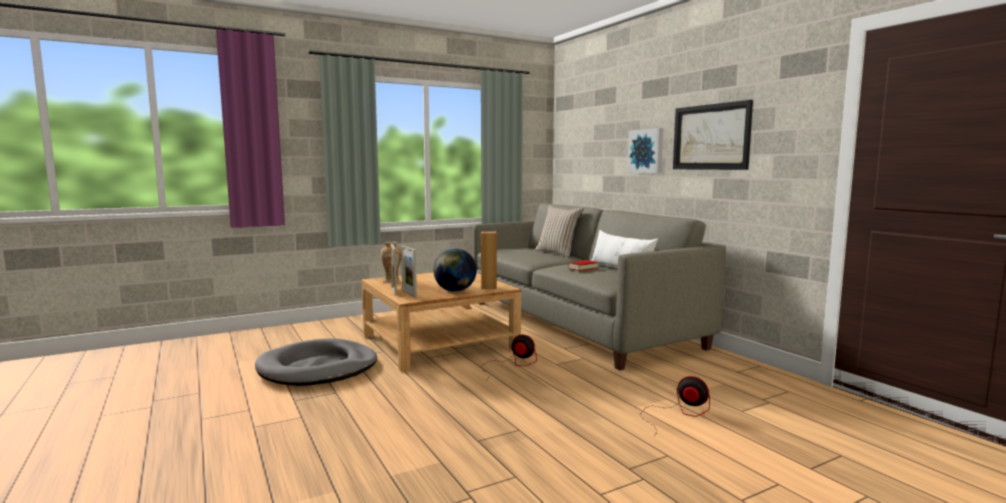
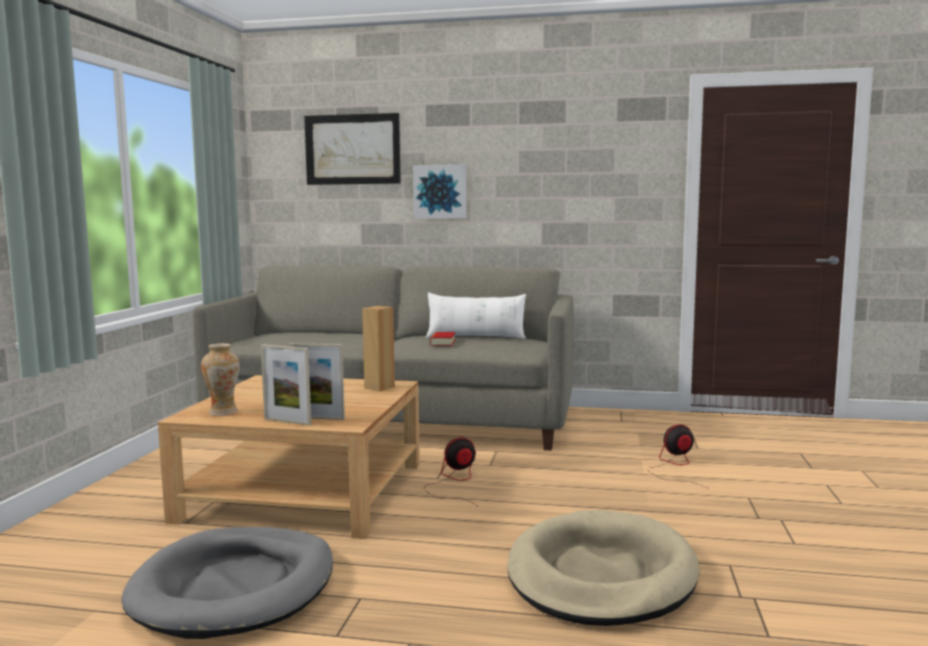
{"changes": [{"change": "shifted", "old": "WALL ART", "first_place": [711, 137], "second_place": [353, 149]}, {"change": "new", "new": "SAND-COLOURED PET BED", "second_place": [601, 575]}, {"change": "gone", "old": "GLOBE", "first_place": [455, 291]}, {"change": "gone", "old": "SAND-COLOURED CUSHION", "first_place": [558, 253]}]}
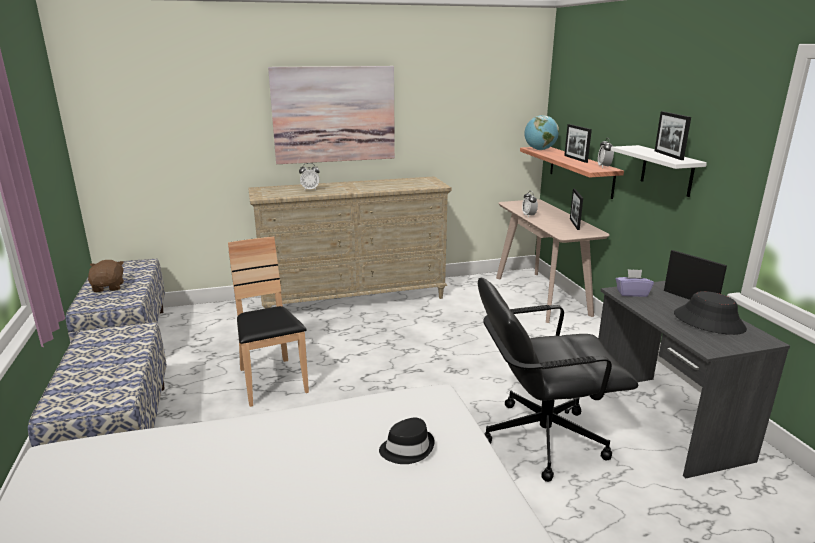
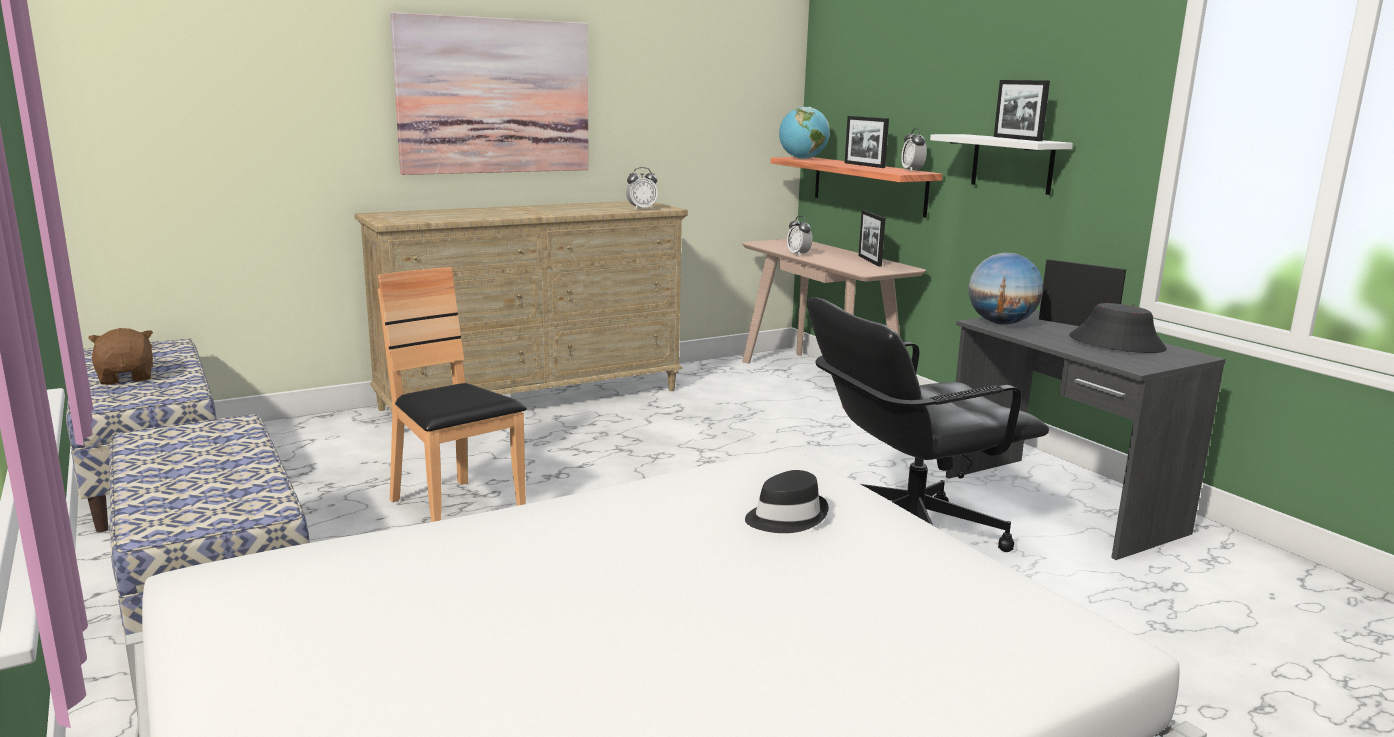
{"changes": [{"change": "shifted", "old": "TABLE CLOCK", "first_place": [310, 189], "second_place": [641, 209]}, {"change": "swapped", "old": "PURPLE-COLOURED TISSUE BOX", "new": "GLOBE", "first_place": [632, 293], "second_place": [1001, 323]}]}
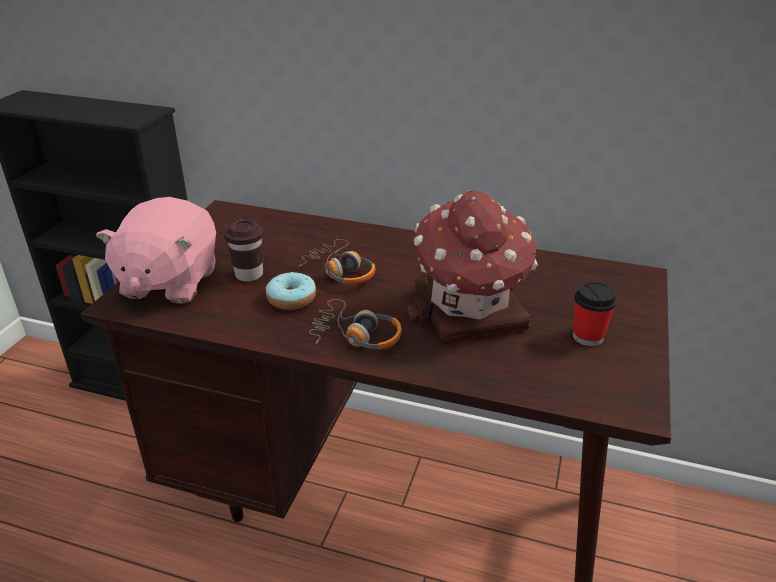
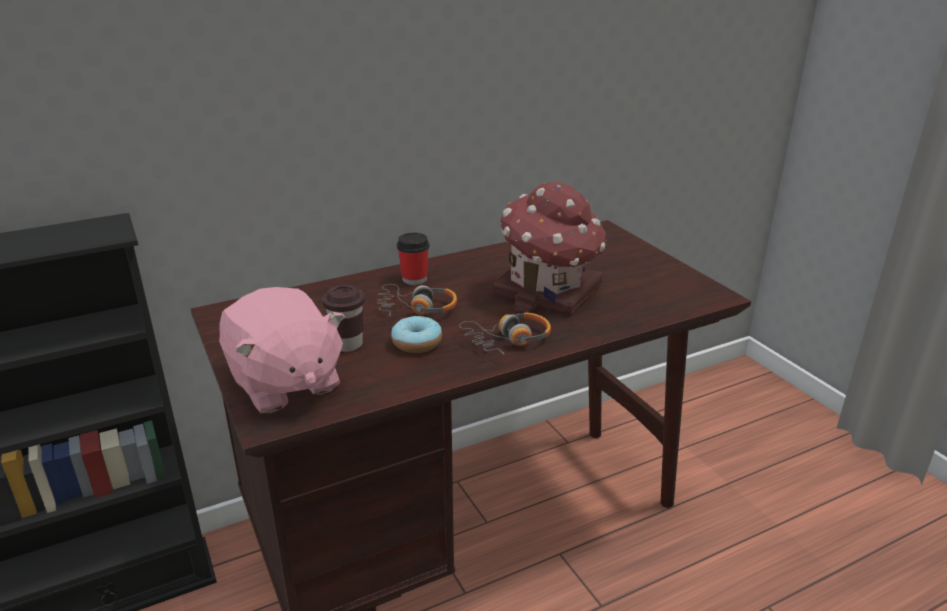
{"changes": [{"change": "shifted", "old": "CUP", "first_place": [587, 336], "second_place": [414, 279]}]}
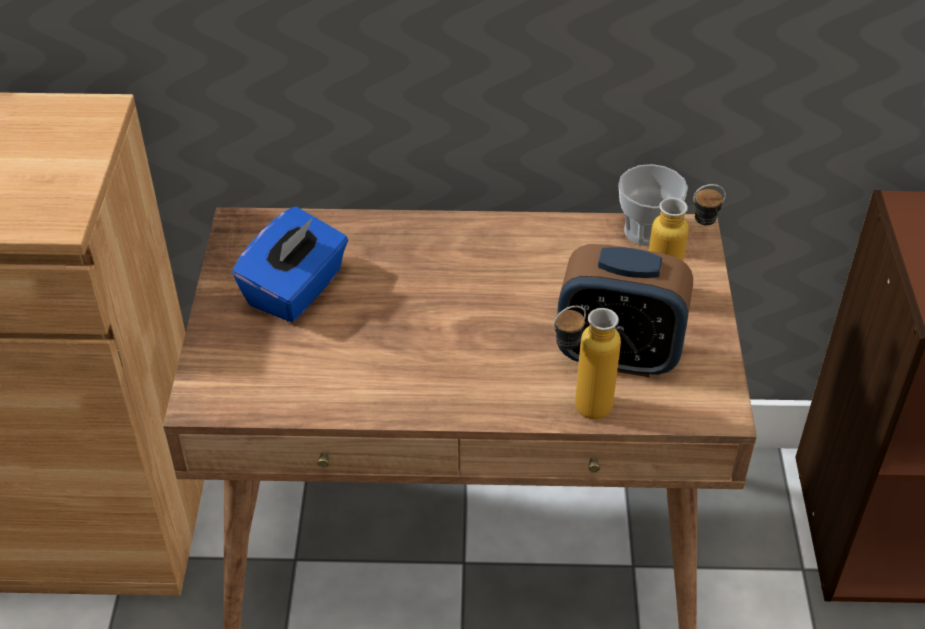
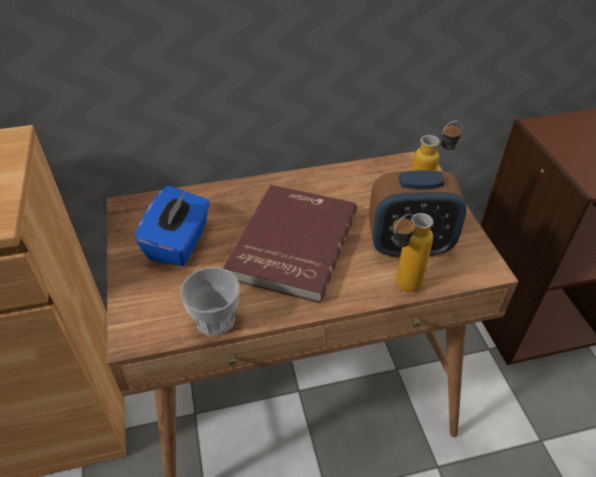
{"changes": [{"change": "shifted", "old": "CUP", "first_place": [646, 231], "second_place": [215, 320]}, {"change": "new", "new": "REDDISH BOOK", "second_place": [291, 244]}]}
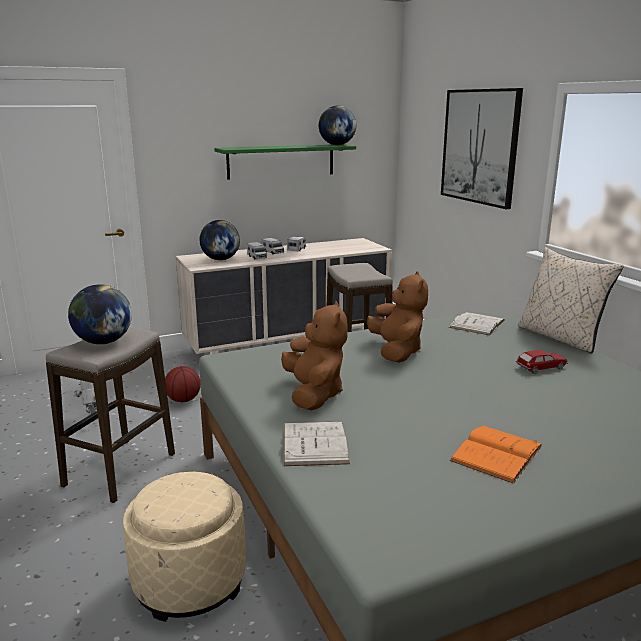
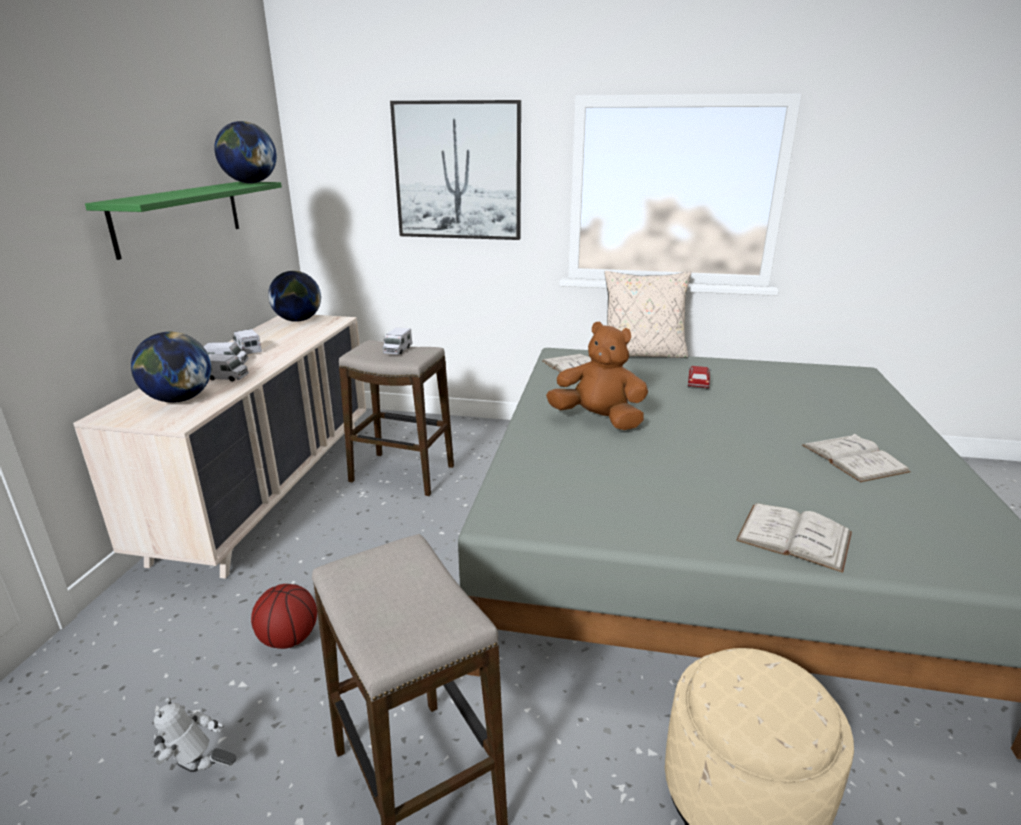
{"changes": [{"change": "shifted", "old": "GLOBE", "first_place": [103, 342], "second_place": [298, 320]}, {"change": "new", "new": "TOY TRUCK", "second_place": [397, 350]}, {"change": "repainted", "old": "ORANGEY BOOK", "new": "WHITISH BOOK", "first_place": [497, 453], "second_place": [853, 458]}, {"change": "gone", "old": "BROWNISH PLUSH TOY", "first_place": [314, 394]}]}
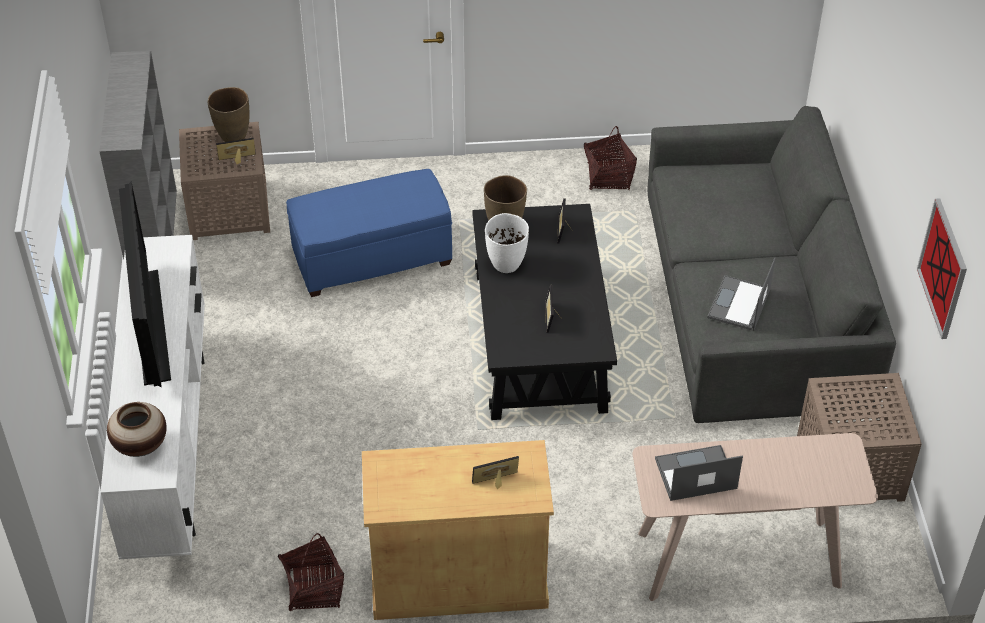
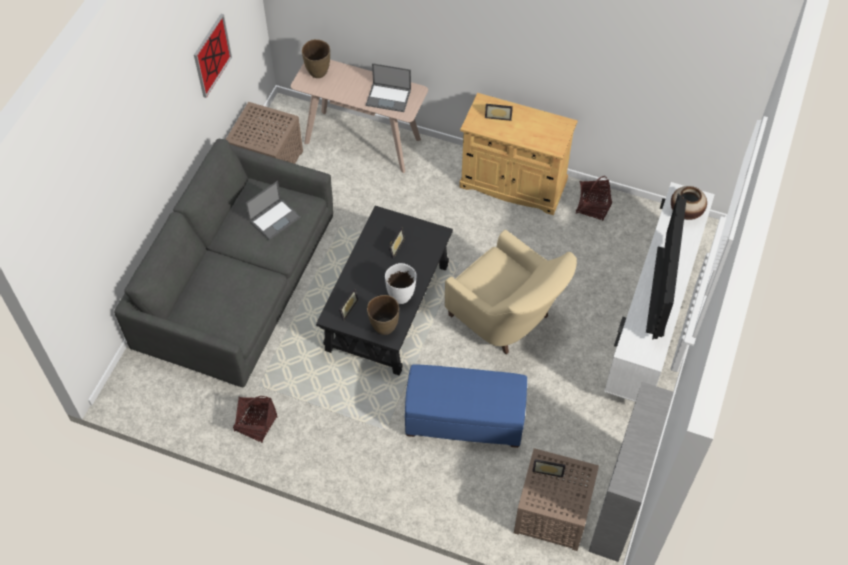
{"changes": [{"change": "shifted", "old": "BROWNISH VASE", "first_place": [233, 135], "second_place": [318, 72]}, {"change": "new", "new": "SAND-COLOURED ARMCHAIR", "second_place": [507, 319]}]}
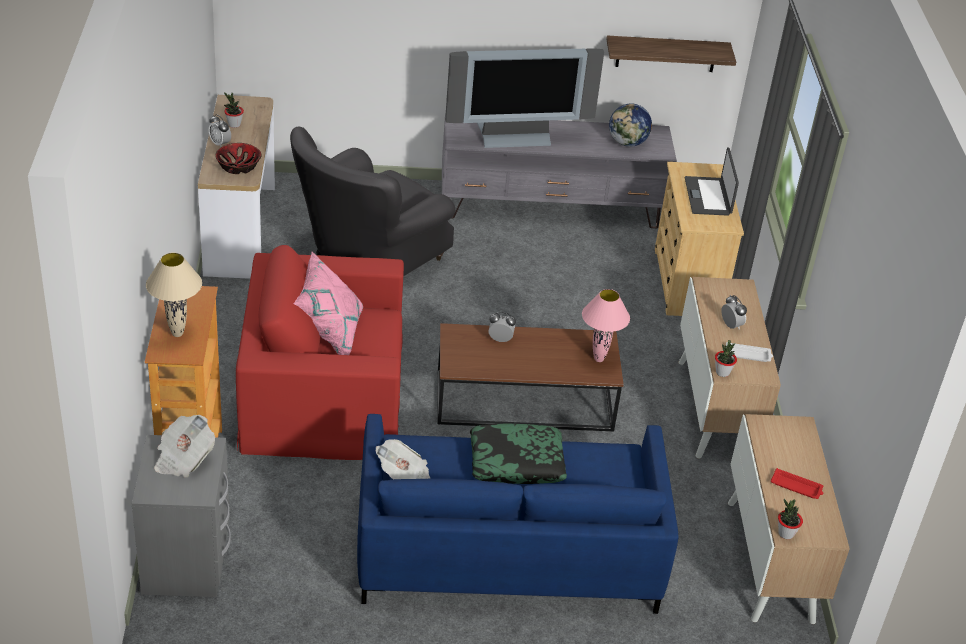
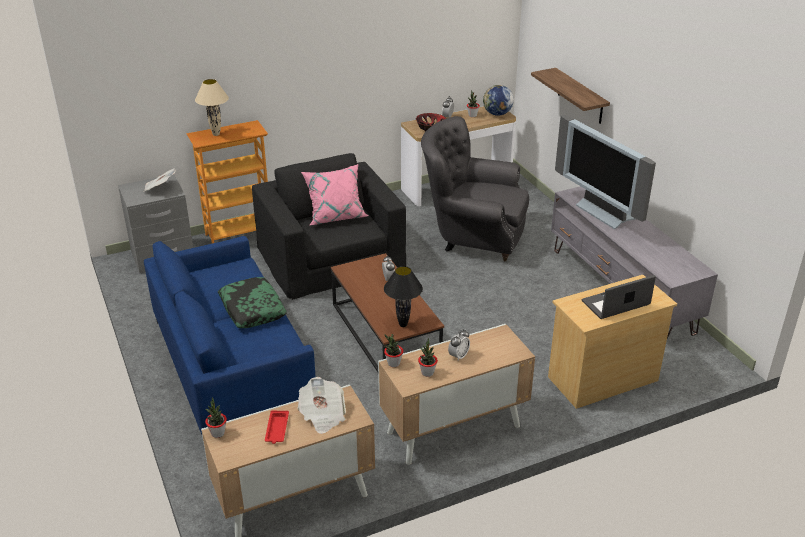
{"changes": [{"change": "repainted", "old": "REDDISH ARMCHAIR", "new": "BLACKISH ARMCHAIR", "first_place": [323, 393], "second_place": [330, 257]}, {"change": "shifted", "old": "DAILY PAPER", "first_place": [404, 476], "second_place": [322, 415]}, {"change": "repainted", "old": "PINK TABLE LAMP", "new": "BLACKISH TABLE LAMP", "first_place": [599, 359], "second_place": [402, 325]}, {"change": "swapped", "old": "WHITISH TRAY", "new": "HOUSEPLANT", "first_place": [748, 355], "second_place": [427, 372]}, {"change": "shifted", "old": "GLOBE", "first_place": [627, 143], "second_place": [497, 114]}, {"change": "shifted", "old": "BRACKET SHELF", "first_place": [666, 54], "second_place": [580, 96]}]}
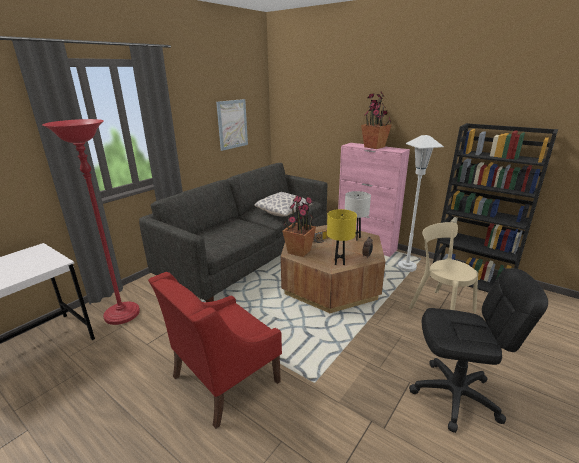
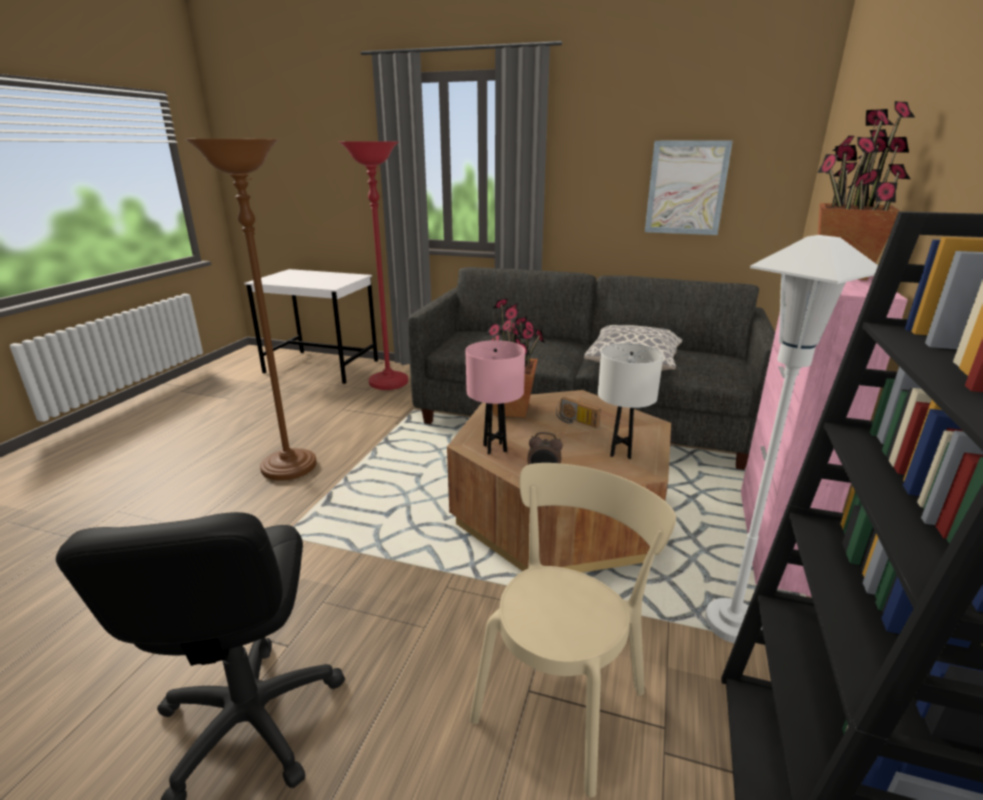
{"changes": [{"change": "swapped", "old": "REDDISH ARMCHAIR", "new": "BROWNISH STANDARD LAMP", "first_place": [224, 379], "second_place": [289, 467]}, {"change": "repainted", "old": "YELLOW-COLOURED TABLE LAMP", "new": "PINK TABLE LAMP", "first_place": [339, 262], "second_place": [495, 448]}]}
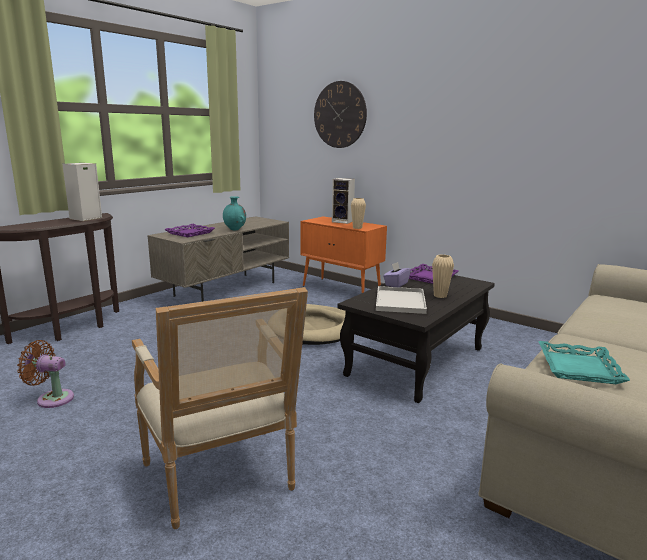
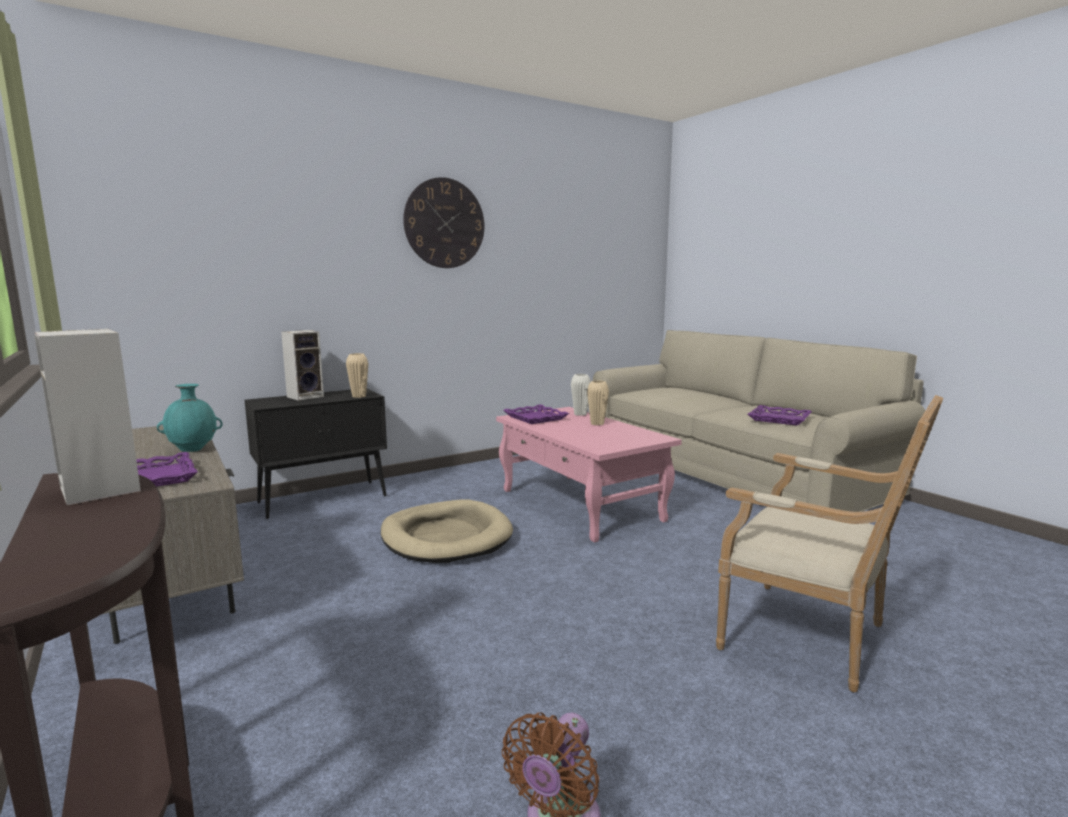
{"changes": [{"change": "repainted", "old": "ORANGEY STORAGE CABINET", "new": "BLACKISH STORAGE CABINET", "first_place": [342, 289], "second_place": [324, 499]}, {"change": "shifted", "old": "WALL CLOCK", "first_place": [340, 115], "second_place": [444, 223]}, {"change": "repainted", "old": "BLACKISH COFFEE TABLE", "new": "PINK COFFEE TABLE", "first_place": [415, 362], "second_place": [581, 505]}, {"change": "new", "new": "WHITISH VASE", "second_place": [580, 414]}, {"change": "rotated", "old": "ARMCHAIR", "first_place": [223, 481], "second_place": [812, 638], "degrees": 45}, {"change": "repainted", "old": "TURQUOISE-COLOURED TRAY", "new": "PURPLE-COLOURED TRAY", "first_place": [578, 368], "second_place": [779, 419]}, {"change": "gone", "old": "WHITISH TRAY", "first_place": [401, 302]}, {"change": "gone", "old": "PURPLE-COLOURED TISSUE BOX", "first_place": [396, 284]}]}
